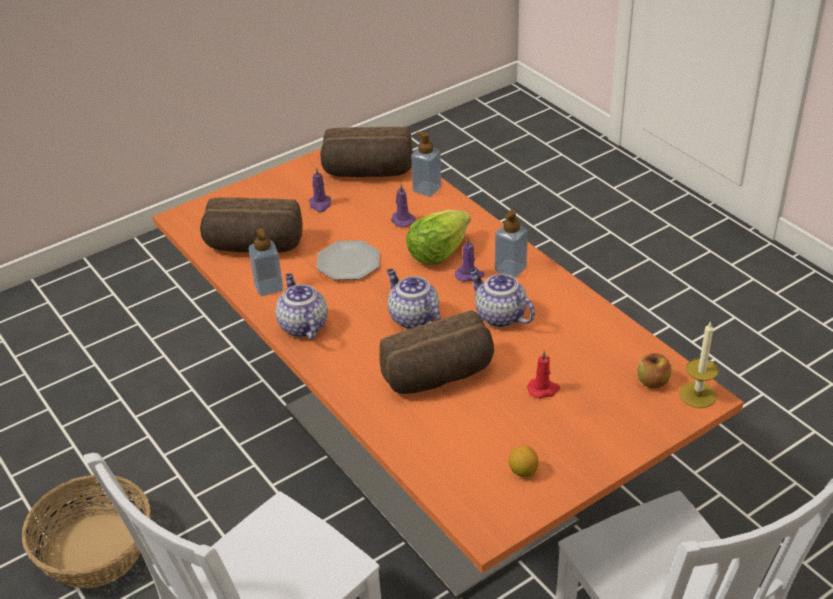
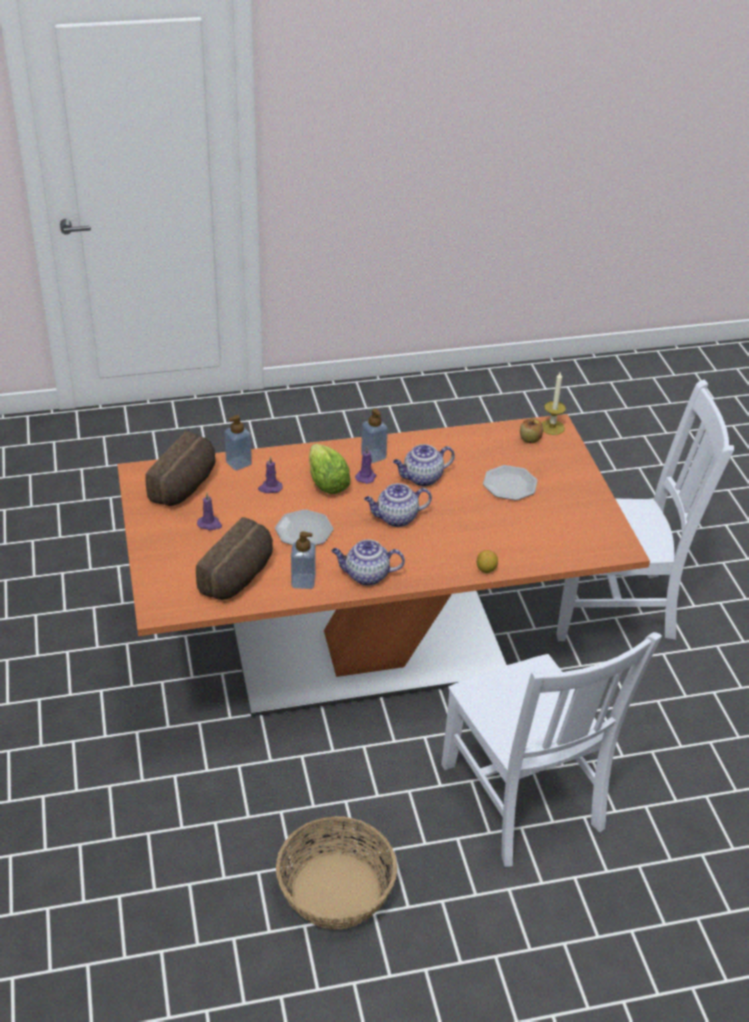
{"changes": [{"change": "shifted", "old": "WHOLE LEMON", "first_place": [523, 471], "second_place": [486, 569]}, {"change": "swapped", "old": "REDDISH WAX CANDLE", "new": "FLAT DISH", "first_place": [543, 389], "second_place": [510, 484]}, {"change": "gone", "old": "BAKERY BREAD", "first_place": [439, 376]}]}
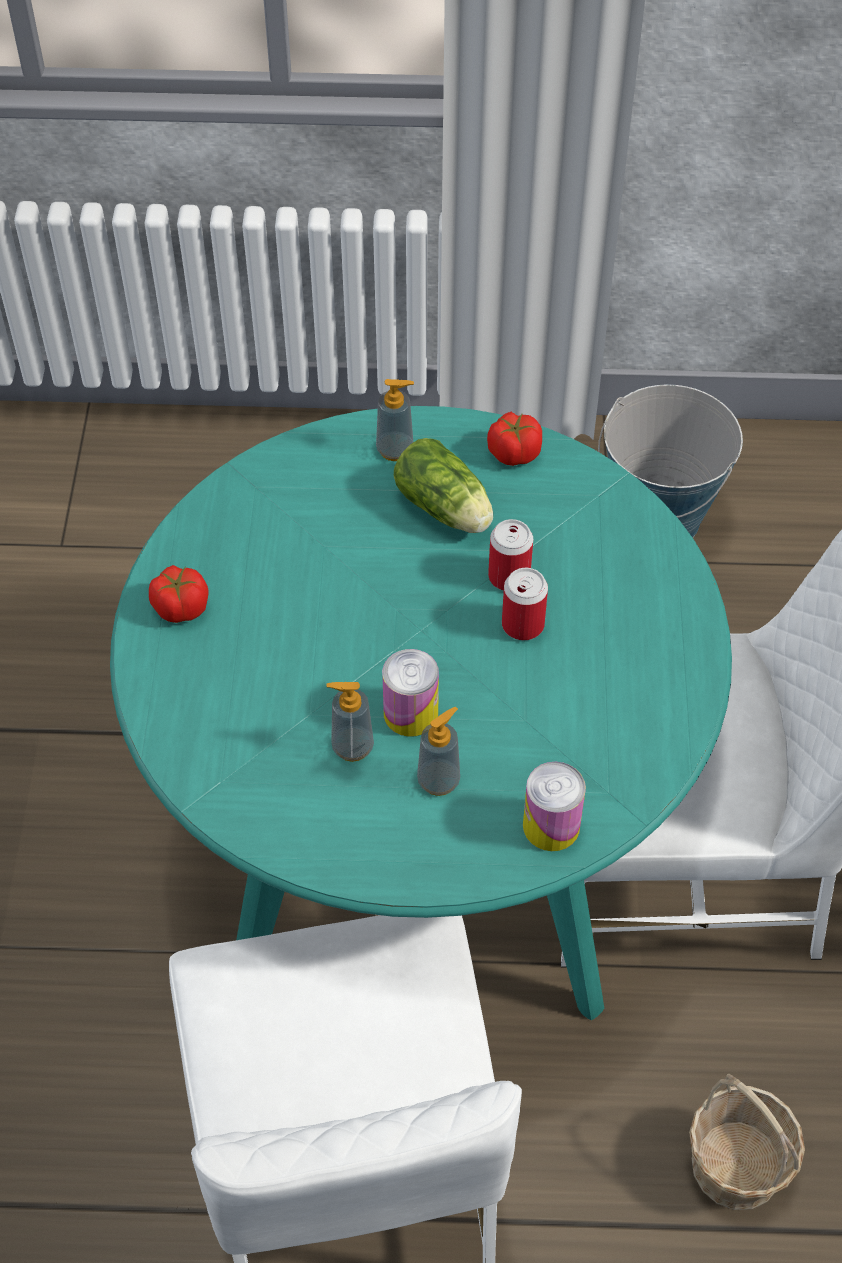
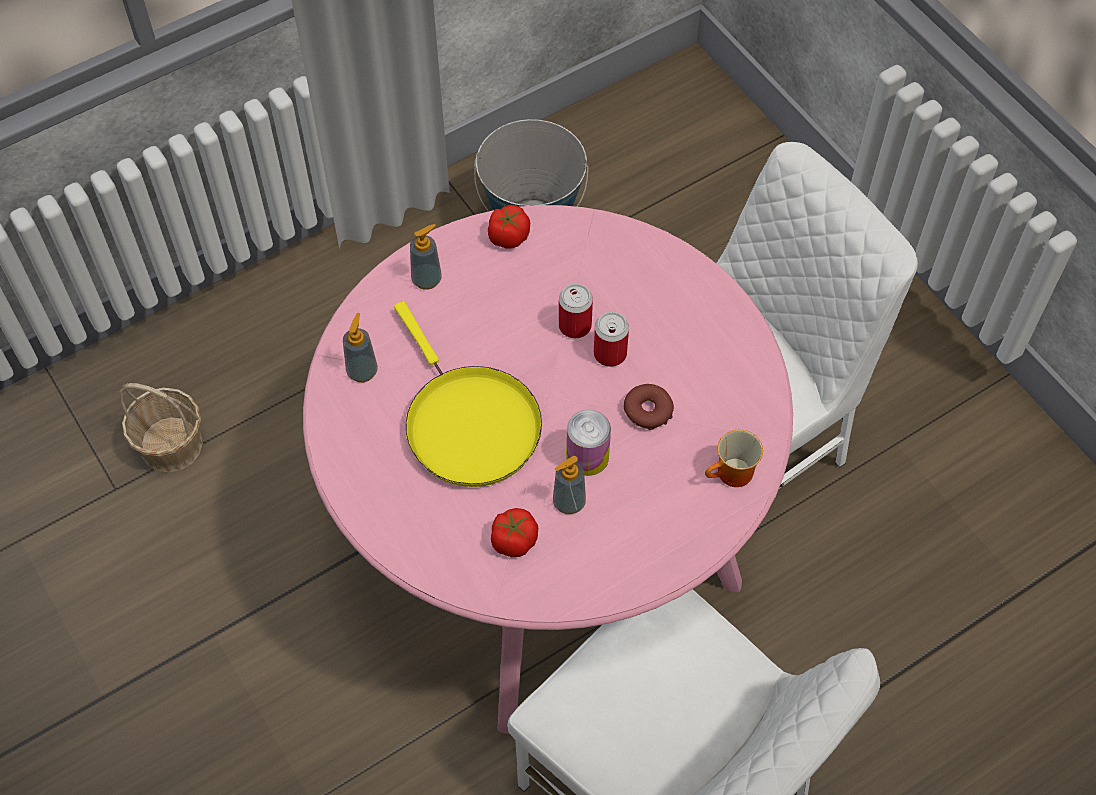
{"changes": [{"change": "shifted", "old": "STORAGE BASKET", "first_place": [736, 1166], "second_place": [171, 445]}, {"change": "repainted", "old": "TURQUOISE-COLOURED DINNER TABLE", "new": "PINK DINNER TABLE", "first_place": [420, 847], "second_place": [548, 548]}, {"change": "shifted", "old": "SOAP BOTTLE", "first_place": [438, 780], "second_place": [362, 371]}, {"change": "new", "new": "YELLOW-COLOURED SKILLET", "second_place": [468, 424]}, {"change": "shifted", "old": "TOMATO", "first_place": [180, 607], "second_place": [514, 541]}, {"change": "new", "new": "DONUT", "second_place": [647, 411]}, {"change": "swapped", "old": "CAN", "new": "COFFEE MUG", "first_place": [551, 826], "second_place": [733, 476]}, {"change": "gone", "old": "HEAD OF LETTUCE", "first_place": [446, 510]}]}
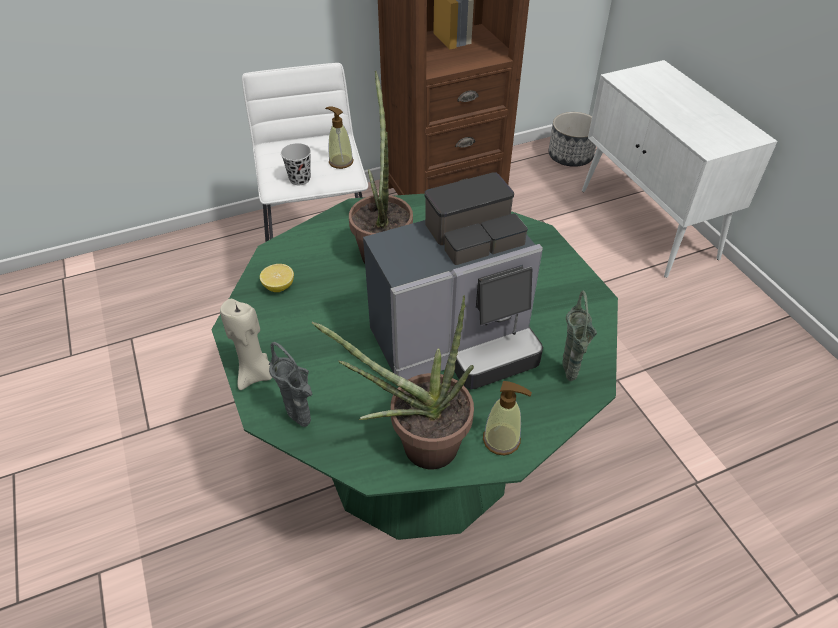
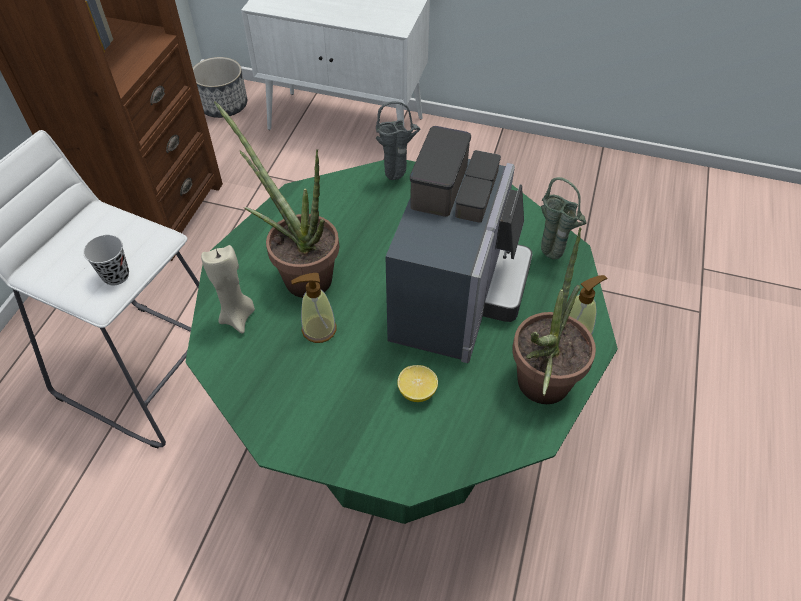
{"changes": [{"change": "shifted", "old": "SAND-COLOURED WAX CANDLE", "first_place": [256, 375], "second_place": [238, 317]}, {"change": "shifted", "old": "SOAP BOTTLE", "first_place": [341, 162], "second_place": [318, 329]}, {"change": "shifted", "old": "GREY VASE", "first_place": [303, 424], "second_place": [397, 178]}, {"change": "shifted", "old": "WHOLE LEMON", "first_place": [279, 286], "second_place": [417, 391]}]}
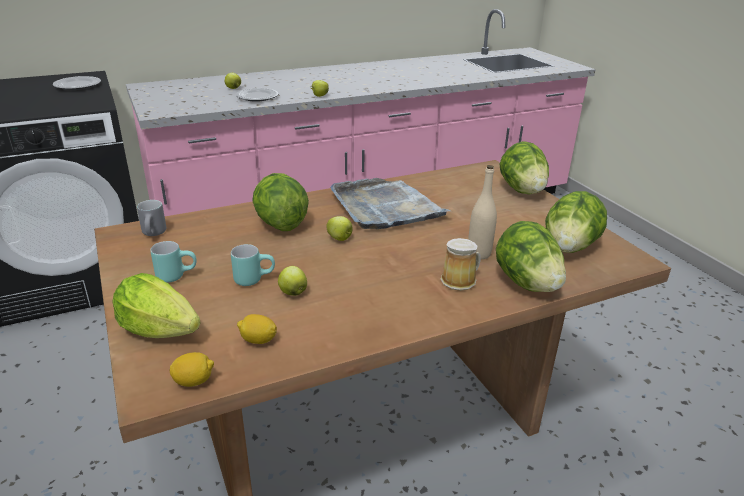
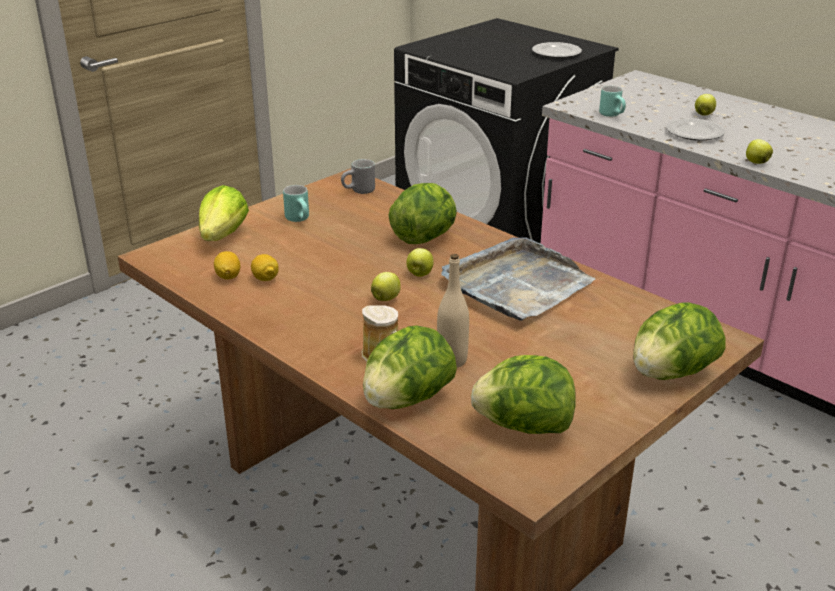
{"changes": [{"change": "shifted", "old": "WHOLE LEMON", "first_place": [194, 381], "second_place": [265, 278]}, {"change": "shifted", "old": "APPLE FRUIT", "first_place": [293, 292], "second_place": [386, 299]}, {"change": "shifted", "old": "TURQUOISE-COLOURED COFFEE MUG", "first_place": [254, 278], "second_place": [613, 115]}]}
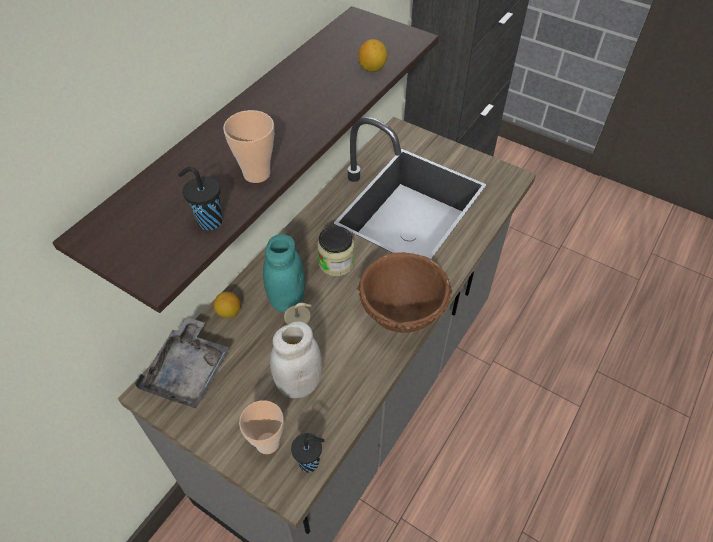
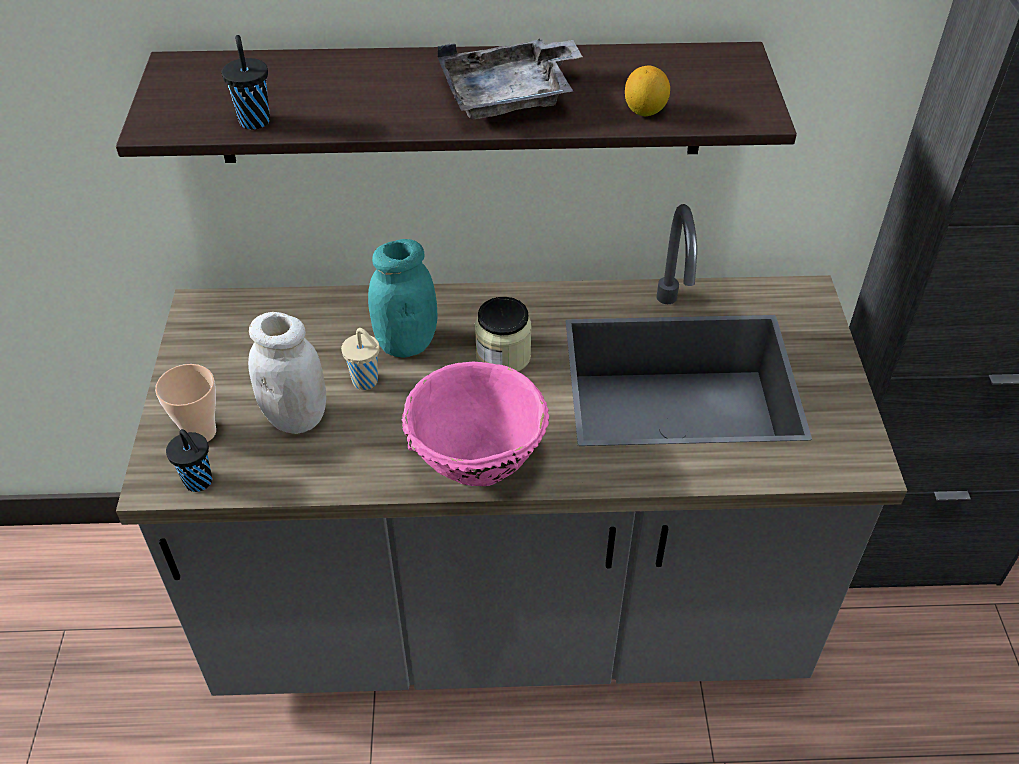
{"changes": [{"change": "repainted", "old": "BROWNISH DEEP DISH", "new": "PINK DEEP DISH", "first_place": [401, 315], "second_place": [475, 461]}, {"change": "shifted", "old": "GREY TRAY", "first_place": [189, 371], "second_place": [510, 96]}, {"change": "gone", "old": "WHOLE LEMON", "first_place": [229, 312]}, {"change": "gone", "old": "CUP", "first_place": [256, 174]}]}
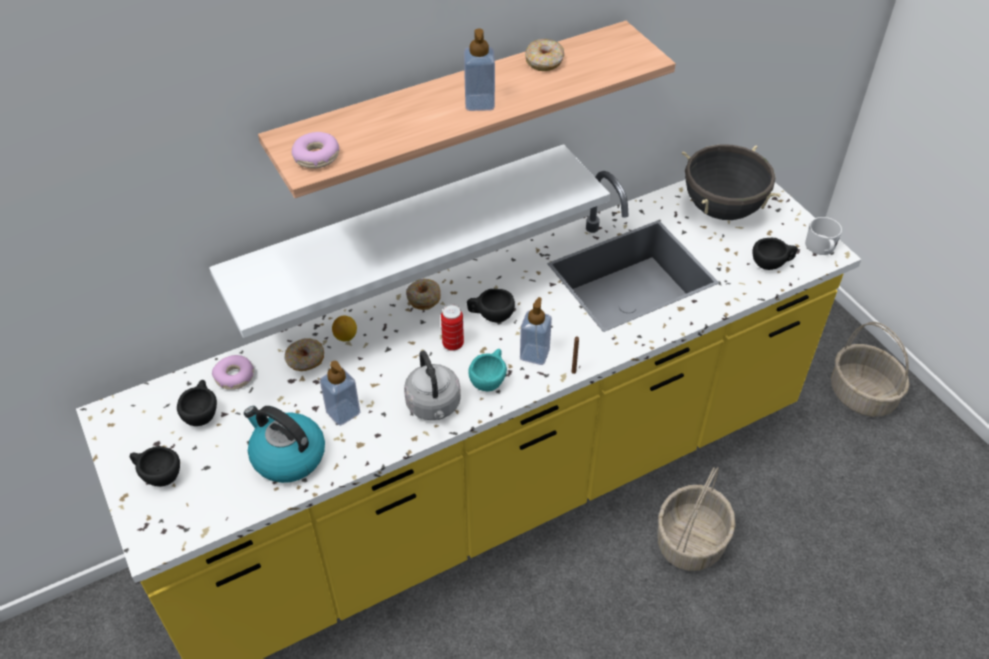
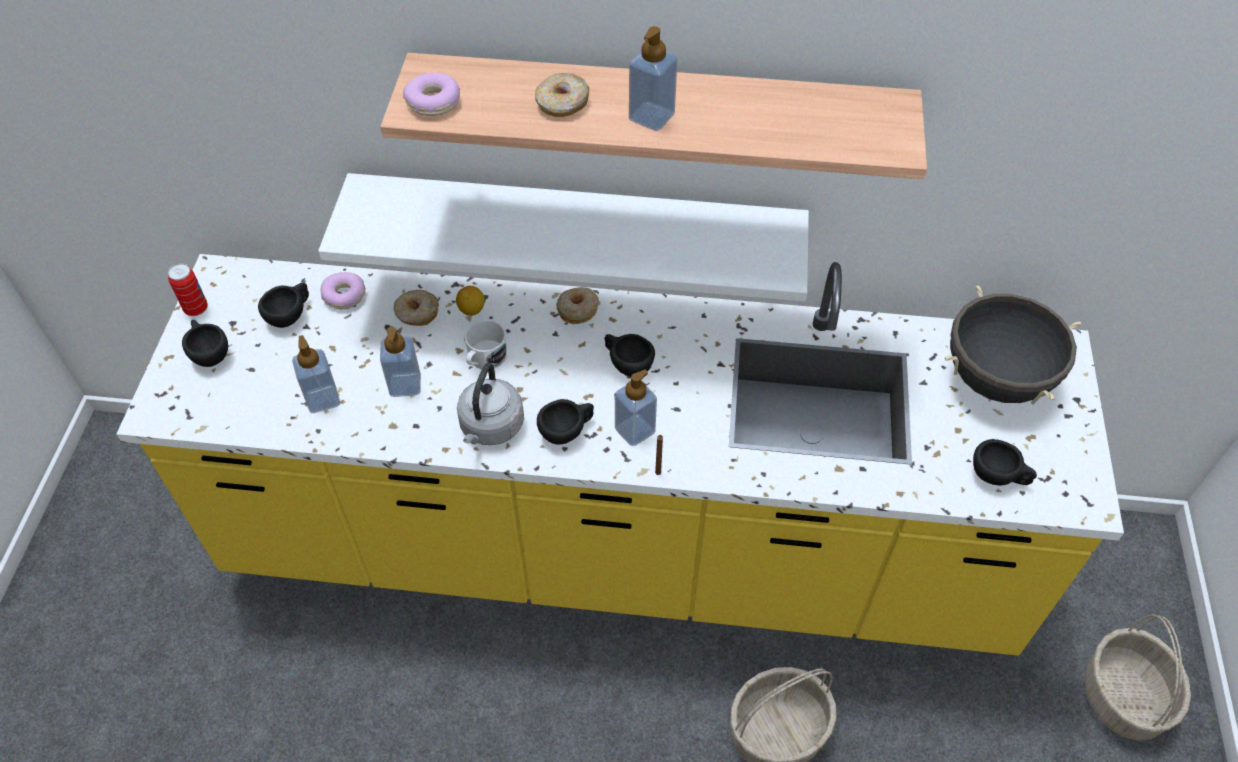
{"changes": [{"change": "shifted", "old": "CAN", "first_place": [453, 344], "second_place": [196, 309]}, {"change": "swapped", "old": "KETTLE", "new": "SOAP BOTTLE", "first_place": [287, 456], "second_place": [323, 399]}, {"change": "shifted", "old": "WHITISH COFFEE MUG", "first_place": [821, 248], "second_place": [485, 359]}, {"change": "shifted", "old": "DONUT", "first_place": [544, 62], "second_place": [562, 103]}, {"change": "repainted", "old": "TURQUOISE-COLOURED CUP", "new": "BLACKISH CUP", "first_place": [490, 379], "second_place": [567, 431]}]}
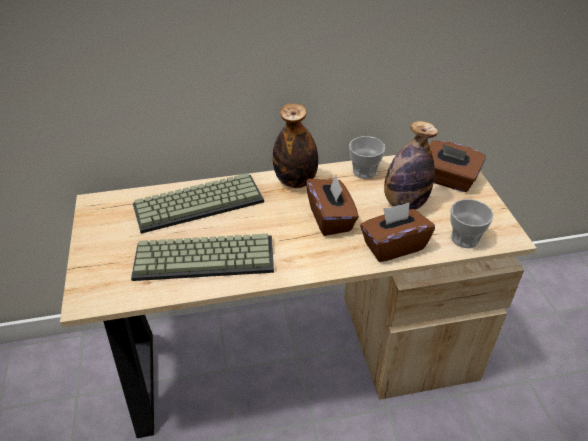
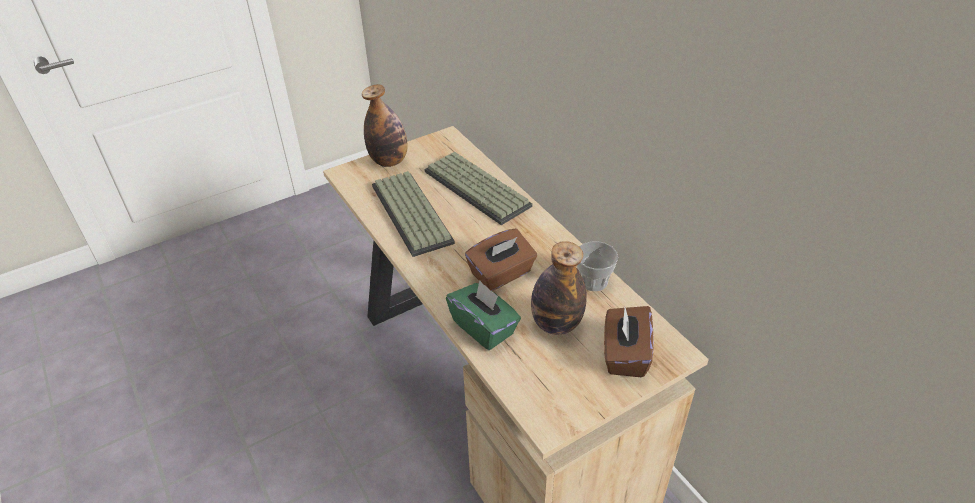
{"changes": [{"change": "shifted", "old": "BEVERAGE BOTTLE", "first_place": [295, 181], "second_place": [389, 161]}, {"change": "repainted", "old": "BROWNISH TISSUE BOX", "new": "GREEN-COLOURED TISSUE BOX", "first_place": [393, 246], "second_place": [484, 328]}, {"change": "gone", "old": "CUP", "first_place": [464, 238]}]}
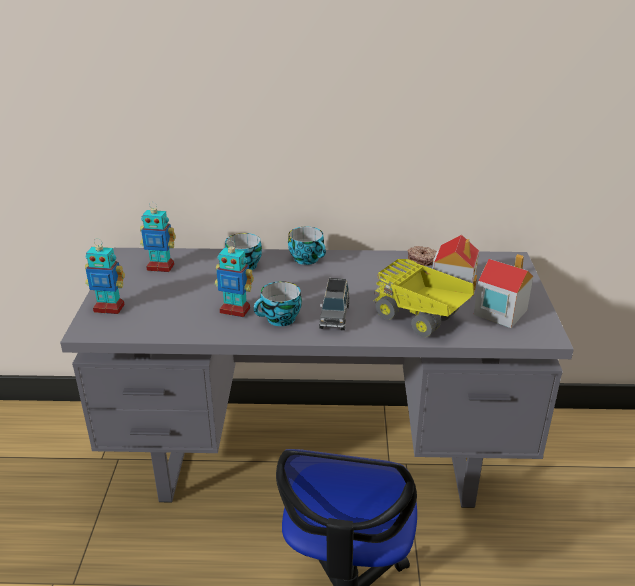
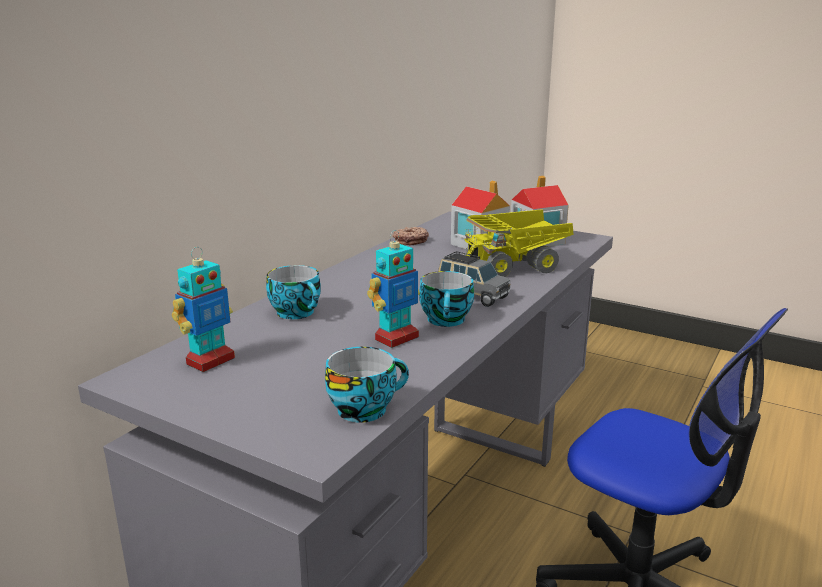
{"changes": [{"change": "shifted", "old": "CUP", "first_place": [308, 259], "second_place": [365, 408]}, {"change": "gone", "old": "ROBOT FIGURE", "first_place": [109, 308]}]}
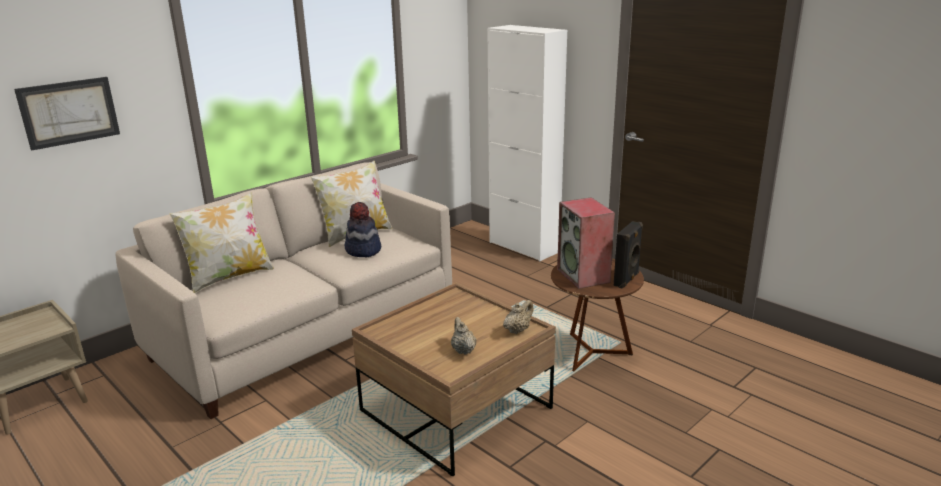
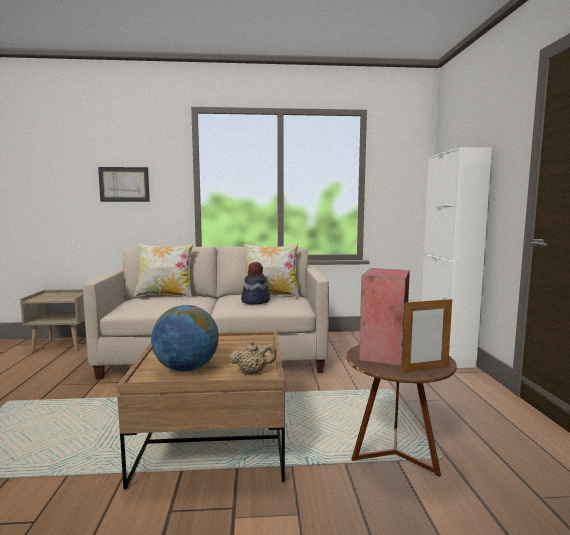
{"changes": [{"change": "swapped", "old": "SAND-COLOURED TEAPOT", "new": "GLOBE", "first_place": [463, 350], "second_place": [186, 369]}, {"change": "swapped", "old": "BLACKISH AUDIO SPEAKER", "new": "STANDING FRAME", "first_place": [627, 280], "second_place": [425, 369]}]}
